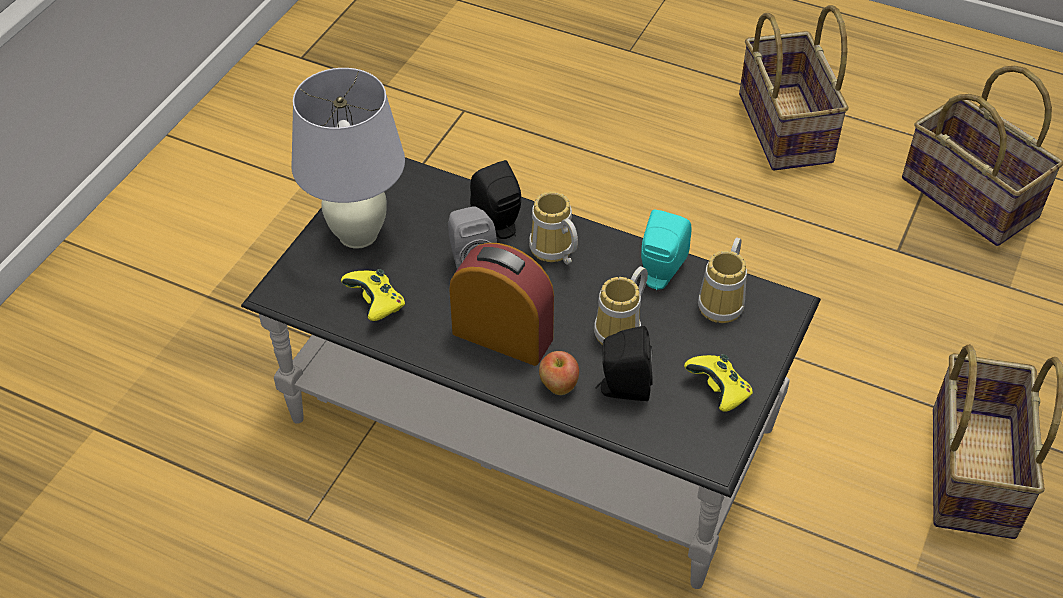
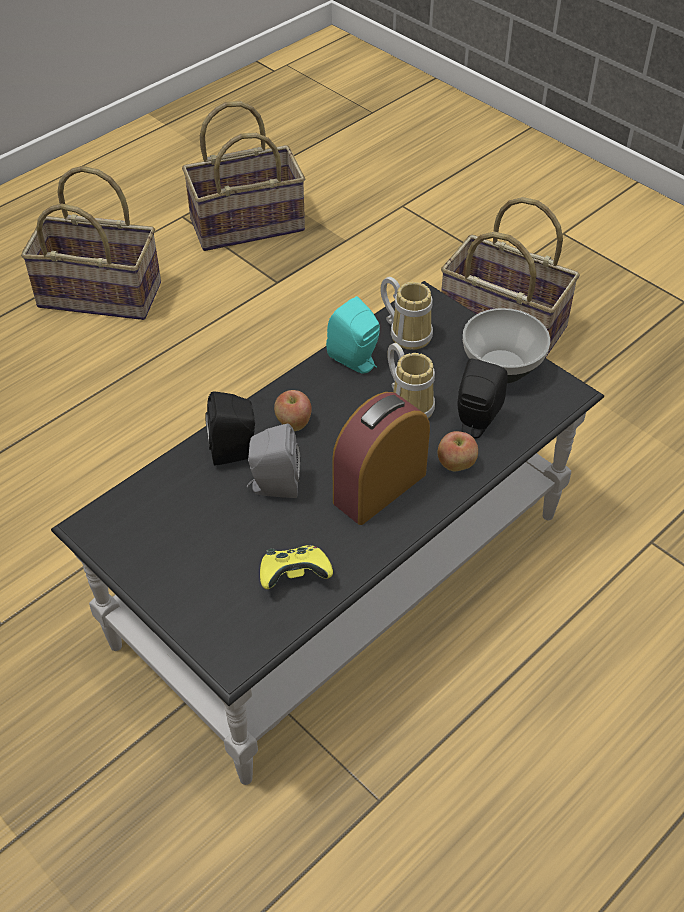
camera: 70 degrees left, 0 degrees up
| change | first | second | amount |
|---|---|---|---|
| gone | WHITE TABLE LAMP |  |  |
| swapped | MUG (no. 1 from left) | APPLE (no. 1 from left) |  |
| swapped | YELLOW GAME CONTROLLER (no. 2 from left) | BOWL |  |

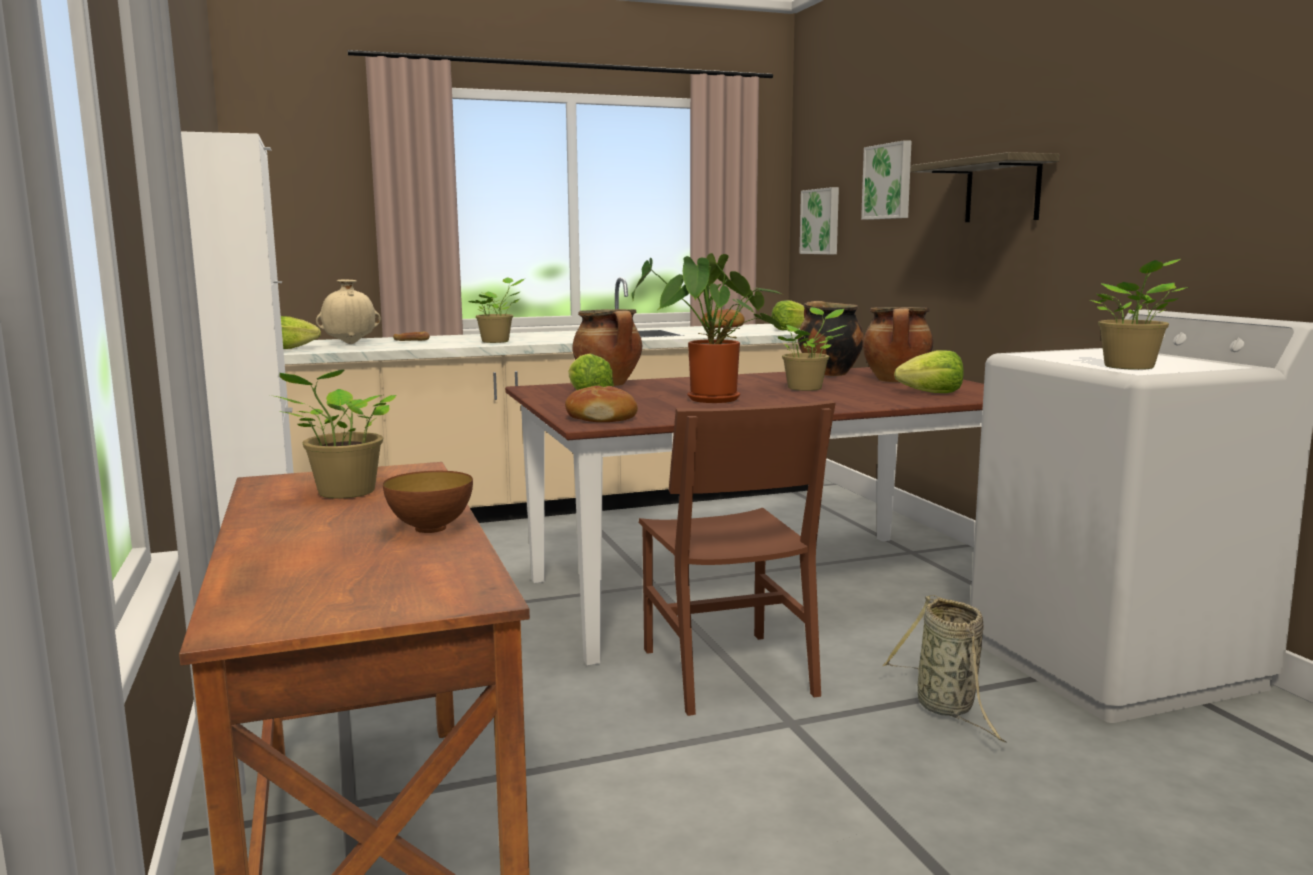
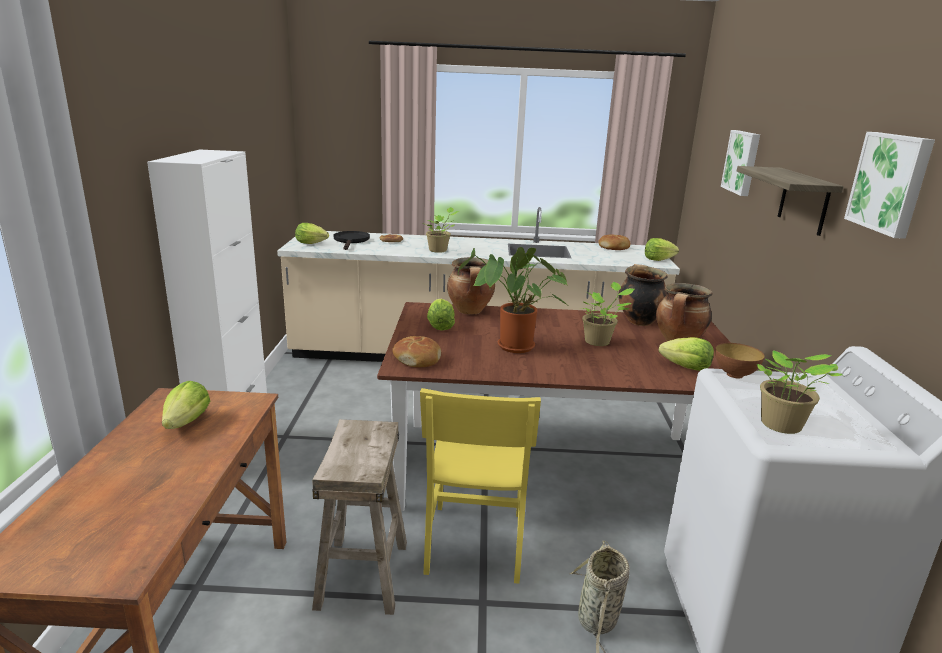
camera: 20 degrees right, 10 degrees up
| change | first | second | amount |
|---|---|---|---|
| swapped | POTTED PLANT (no. 1 from left) | LETTUCE (no. 1 from left) |  |
| swapped | BEIGE VASE | BLACK FRYING PAN |  |
| shifted | BOWL |  |  |
| repainted | BROWN CHAIR | YELLOW CHAIR |  |
| shifted | PICTURE (no. 1 from left in the first image) | PICTURE (no. 2 from left) |  |
| new |  | BEIGE STOOL |  |

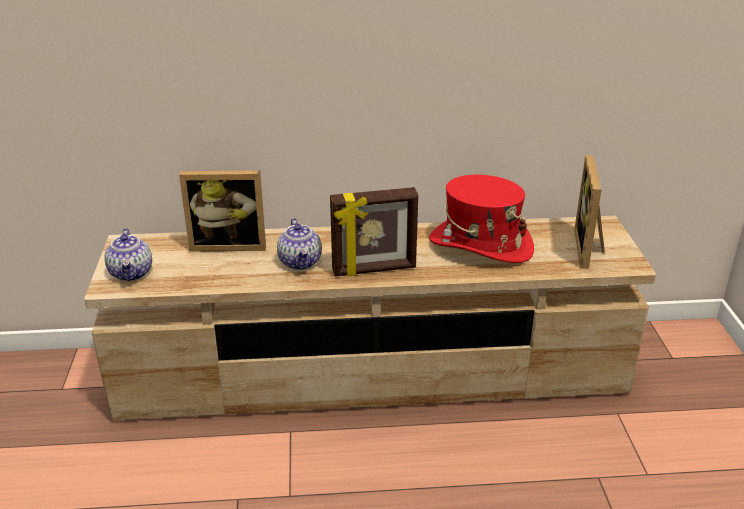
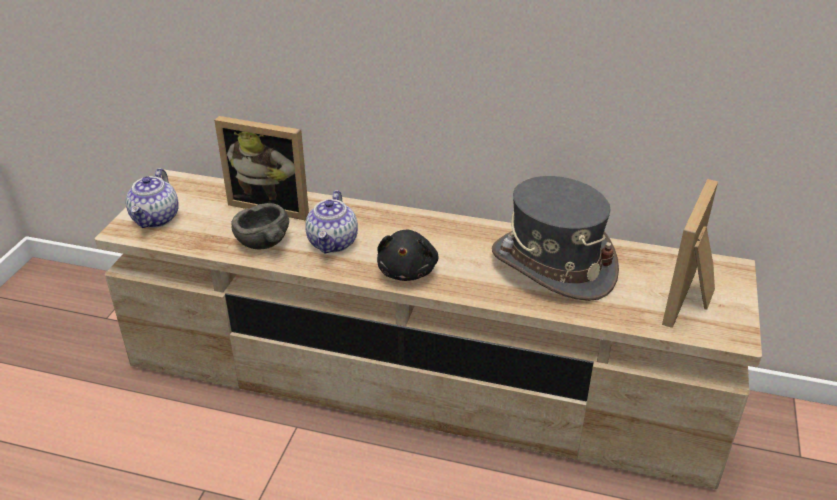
camera: 20 degrees right, 5 degrees up
| change | first | second | amount |
|---|---|---|---|
| swapped | PICTURE FRAME (no. 2 from left) | BLACK PLUSH TOY |  |
| repainted | RED HAT | GREY HAT |  |
| new |  | GREY BOWL |  |

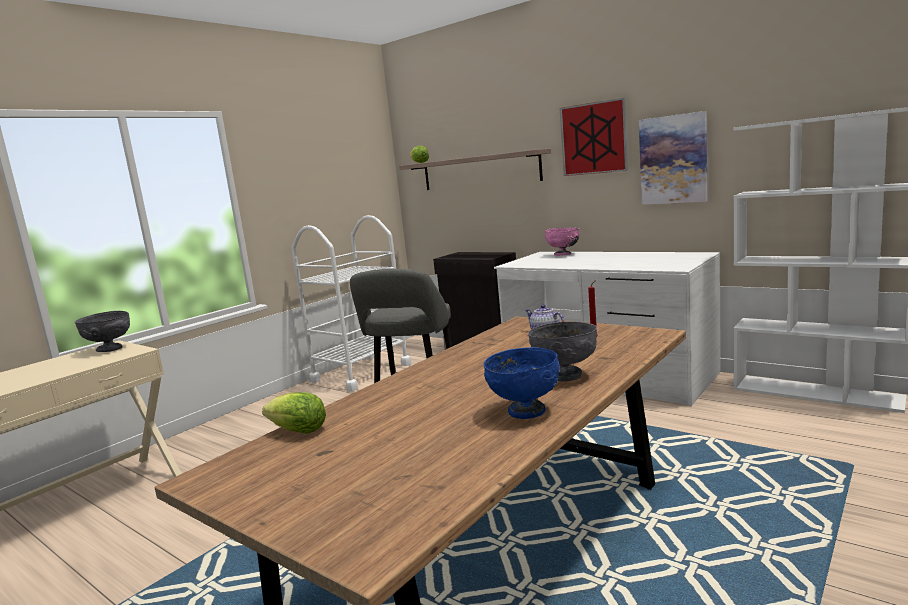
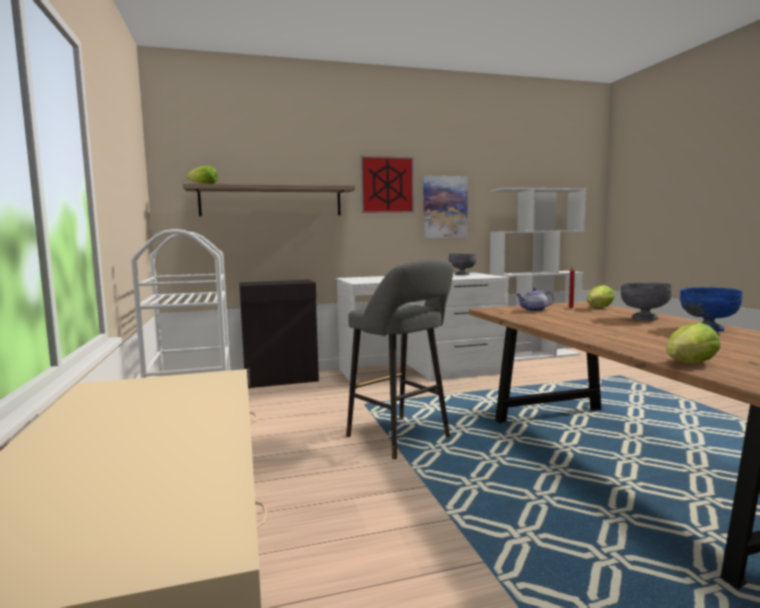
camera: 55 degrees left, 5 degrees down
| change | first | second | amount |
|---|---|---|---|
| shifted | GREY BOWL (no. 1 from left) |  |  |
| gone | PINK BOWL |  |  |
| new |  | LETTUCE (no. 2 from left) |  |

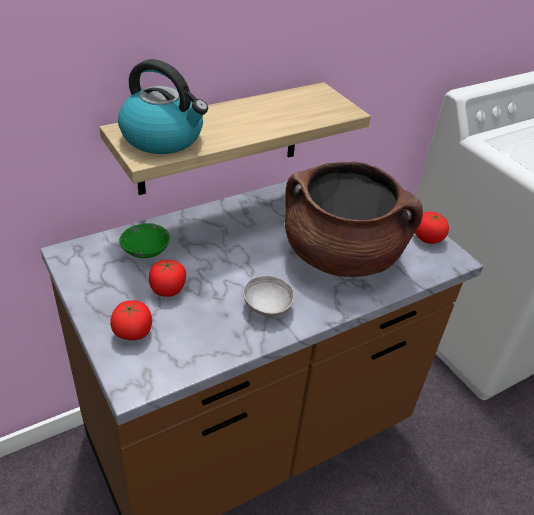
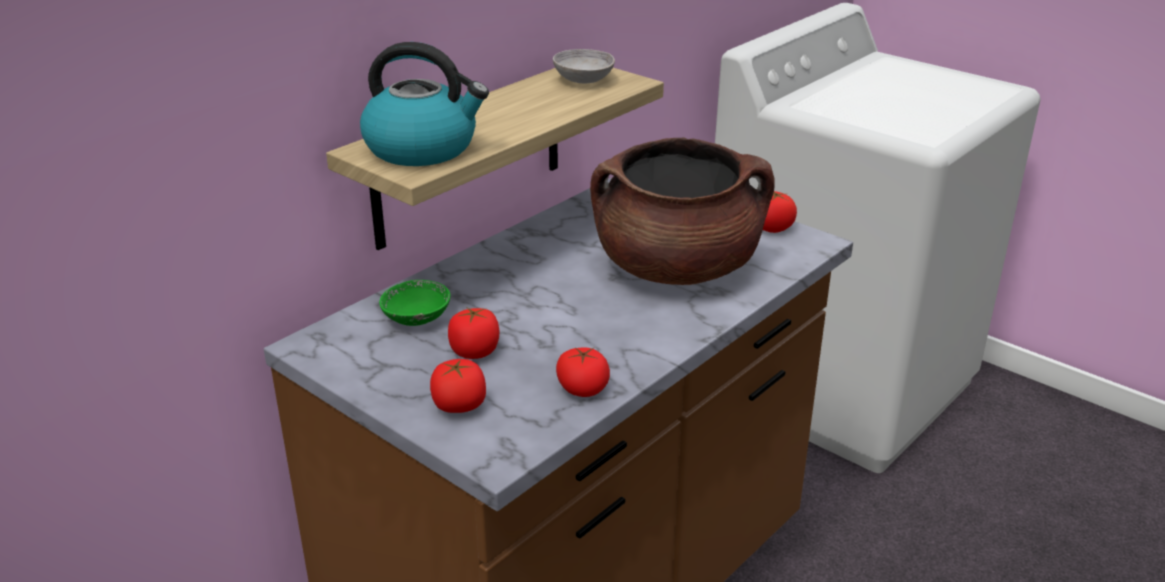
camera: 15 degrees left, 10 degrees down
| change | first | second | amount |
|---|---|---|---|
| shifted | GREY BOWL |  |  |
| new |  | TOMATO (no. 3 from left) |  |

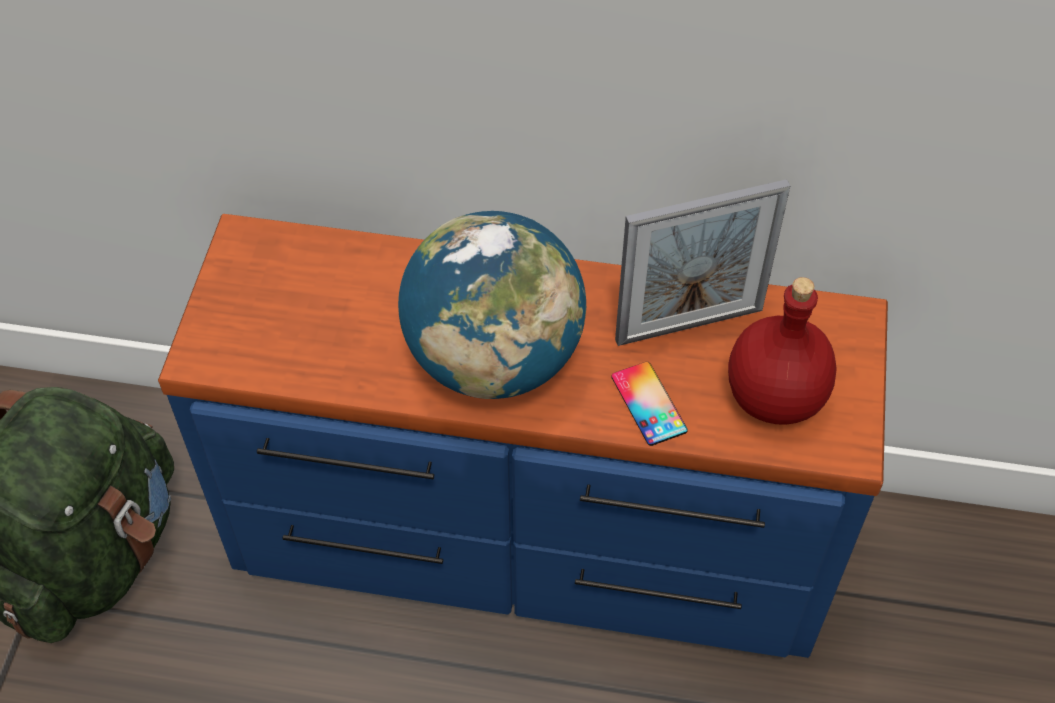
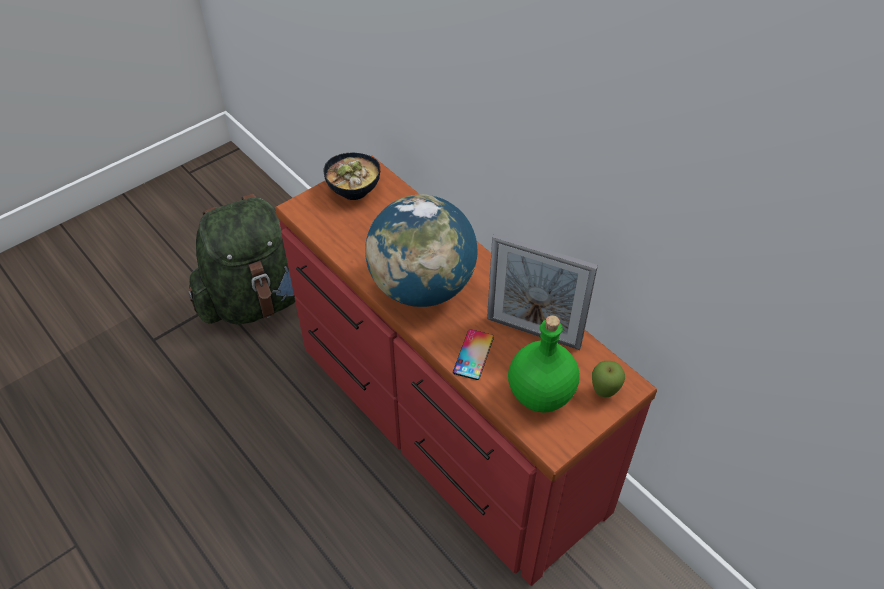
camera: 40 degrees right, 5 degrees down
| change | first | second | amount |
|---|---|---|---|
| repainted | BLUE DRESSER | RED DRESSER |  |
| repainted | RED BOTTLE | GREEN BOTTLE |  |
| new |  | BOWL |  |
| new |  | APPLE |  |

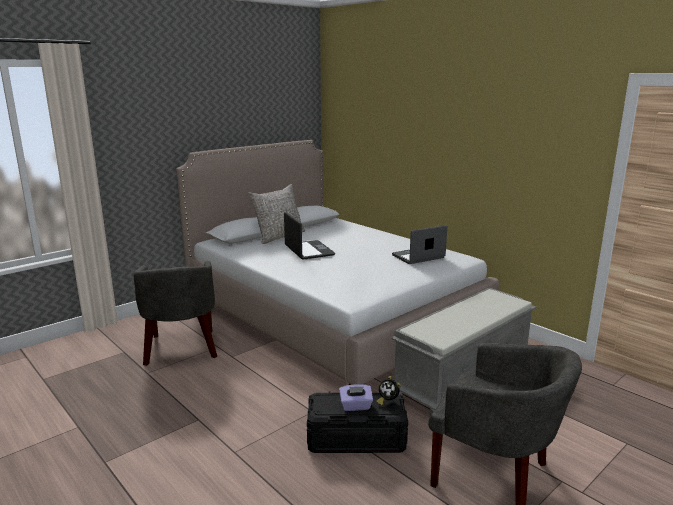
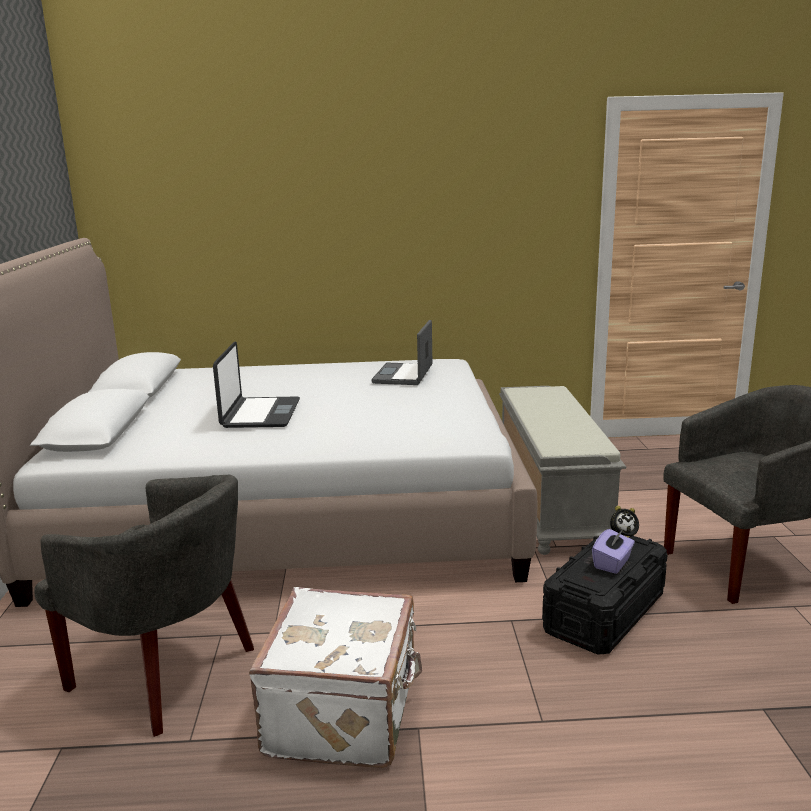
camera: 50 degrees left, 0 degrees up
| change | first | second | amount |
|---|---|---|---|
| gone | GREY PILLOW |  |  |
| rotated | LAPTOP (no. 1 from left) |  | 75 degrees clockwise |
| new |  | WHITE SUITCASE |  |

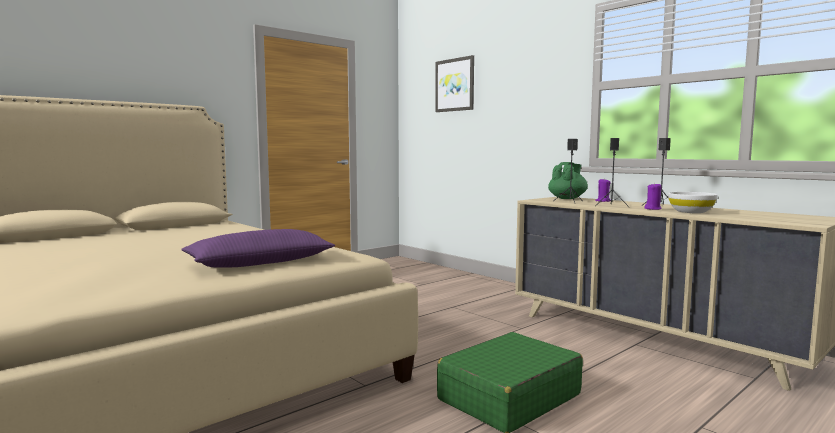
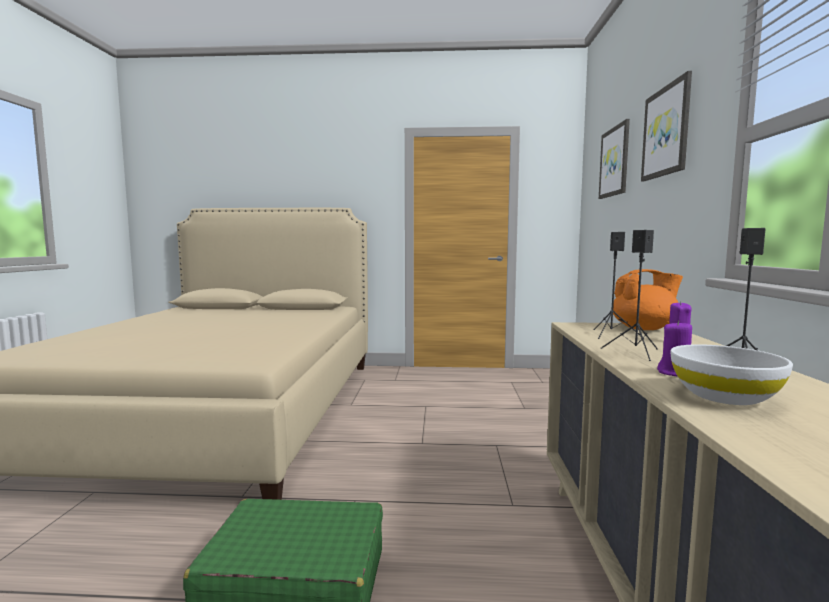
camera: 45 degrees right, 0 degrees up
| change | first | second | amount |
|---|---|---|---|
| gone | PURPLE PILLOW |  |  |
| repainted | GREEN TEAPOT | ORANGE TEAPOT |  |
| new |  | PICTURE (no. 2 from left) |  |

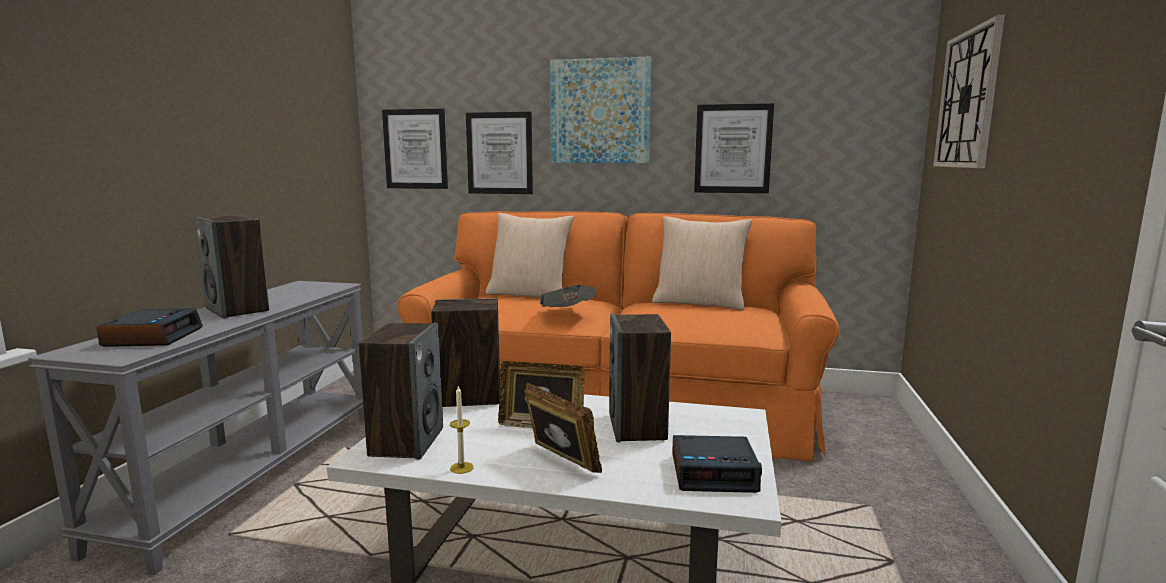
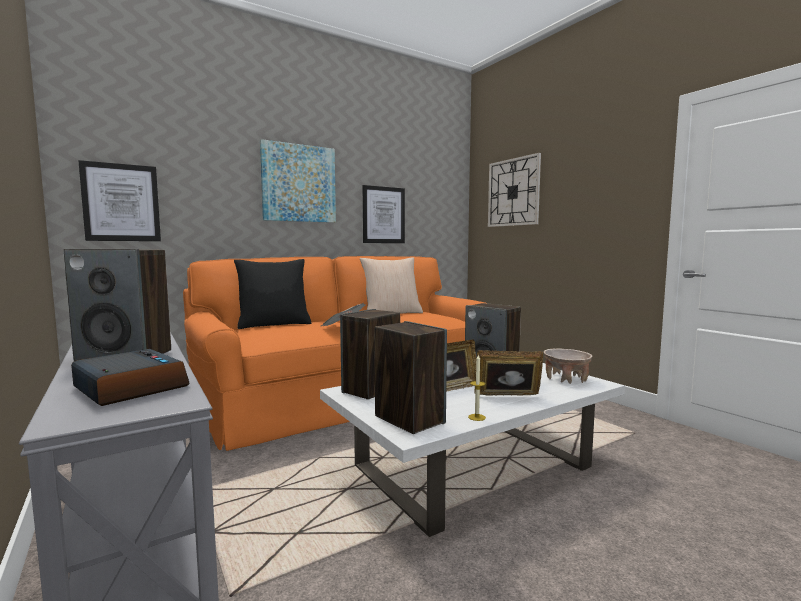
camera: 45 degrees left, 5 degrees down
| change | first | second | amount |
|---|---|---|---|
| gone | PICTURE (no. 2 from left) |  |  |
| repainted | BEIGE PILLOW (no. 1 from left) | BLACK PILLOW |  |
| swapped | ALARM CLOCK (no. 2 from left) | BEIGE BOWL |  |

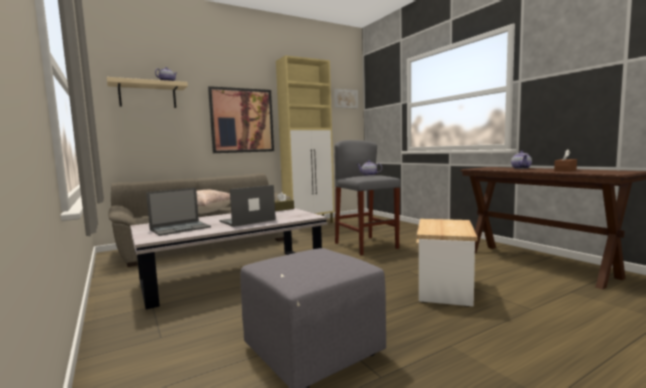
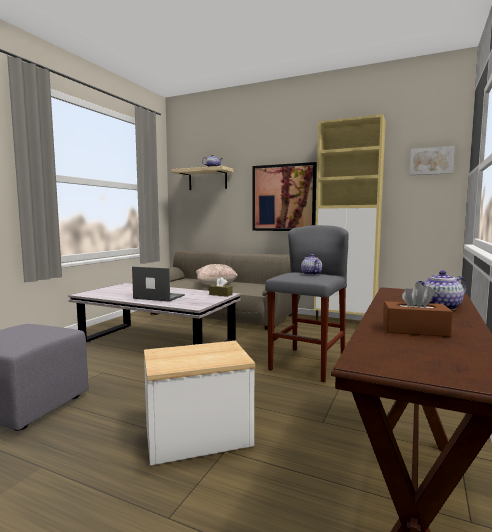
camera: 55 degrees right, 0 degrees up
| change | first | second | amount |
|---|---|---|---|
| gone | LAPTOP (no. 1 from left) |  |  |

